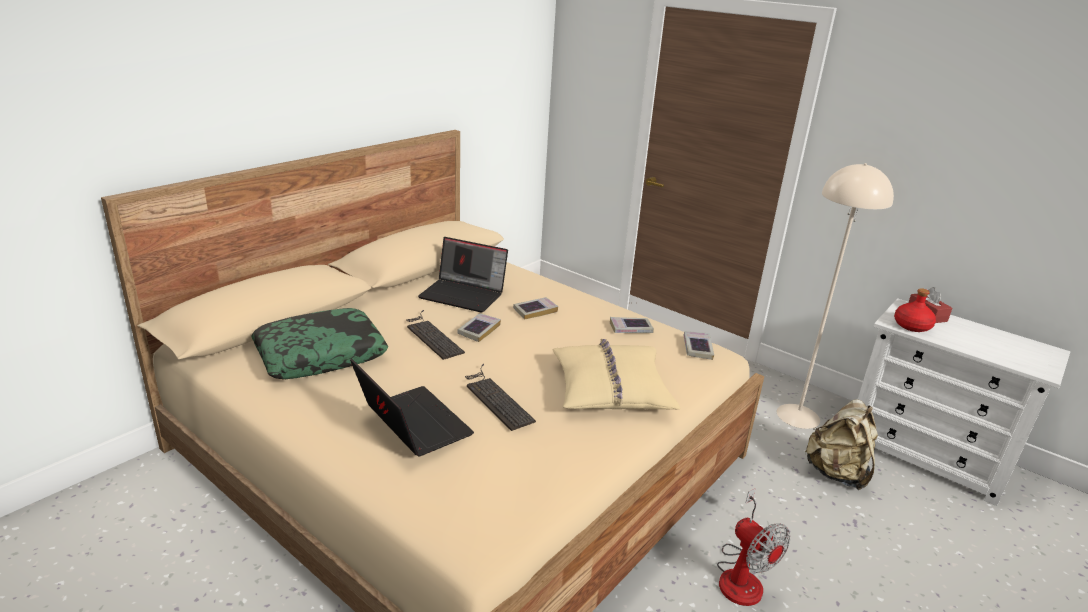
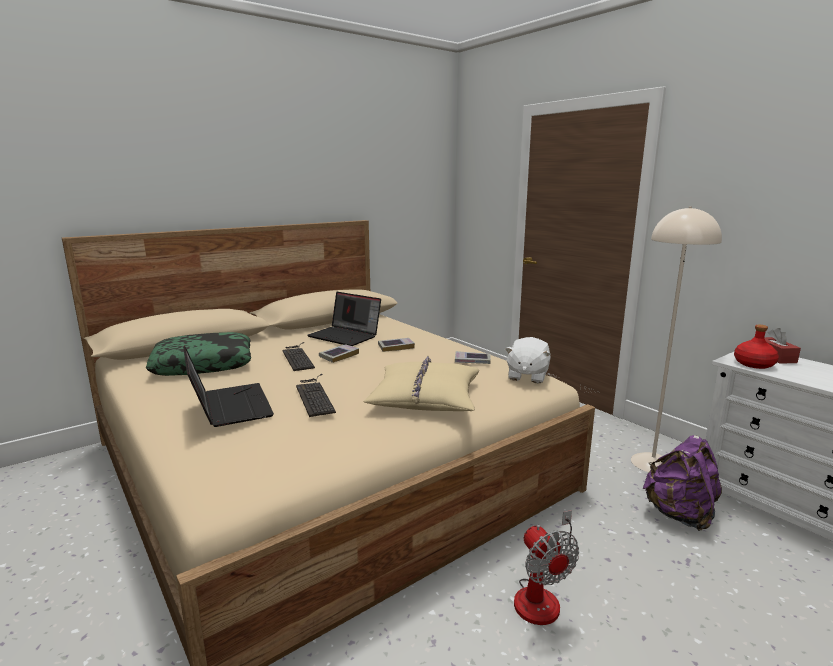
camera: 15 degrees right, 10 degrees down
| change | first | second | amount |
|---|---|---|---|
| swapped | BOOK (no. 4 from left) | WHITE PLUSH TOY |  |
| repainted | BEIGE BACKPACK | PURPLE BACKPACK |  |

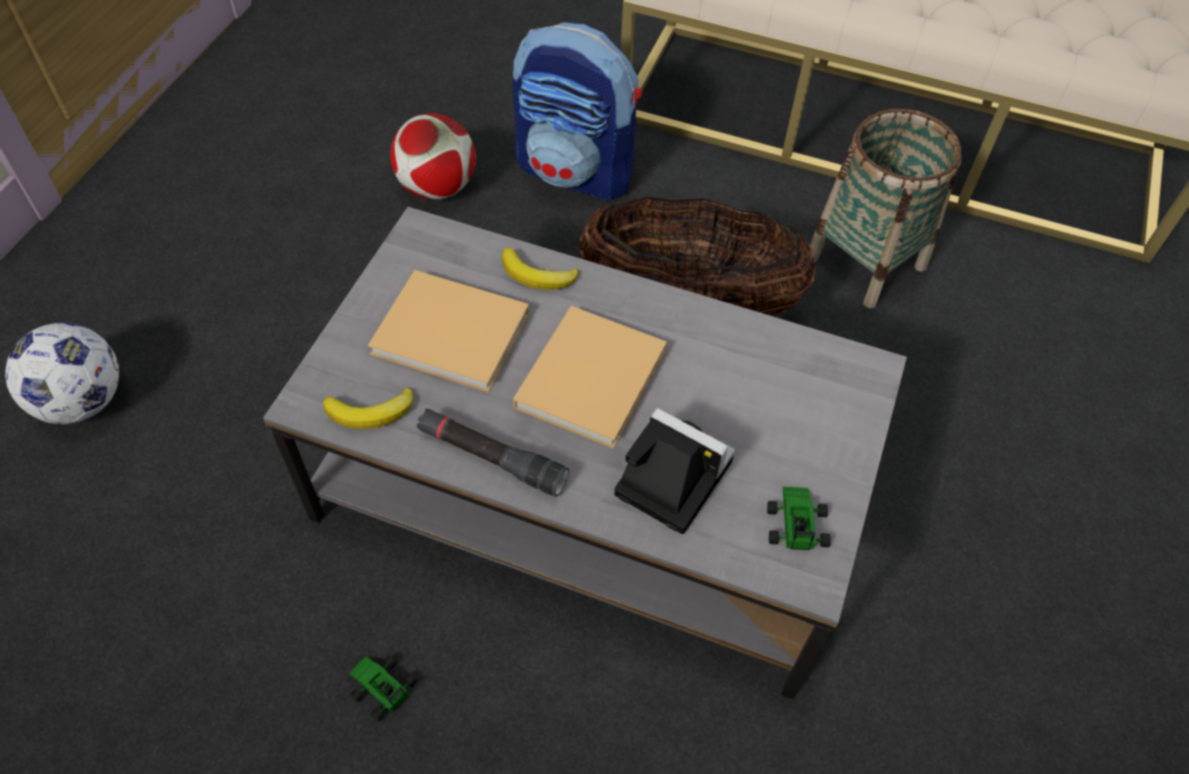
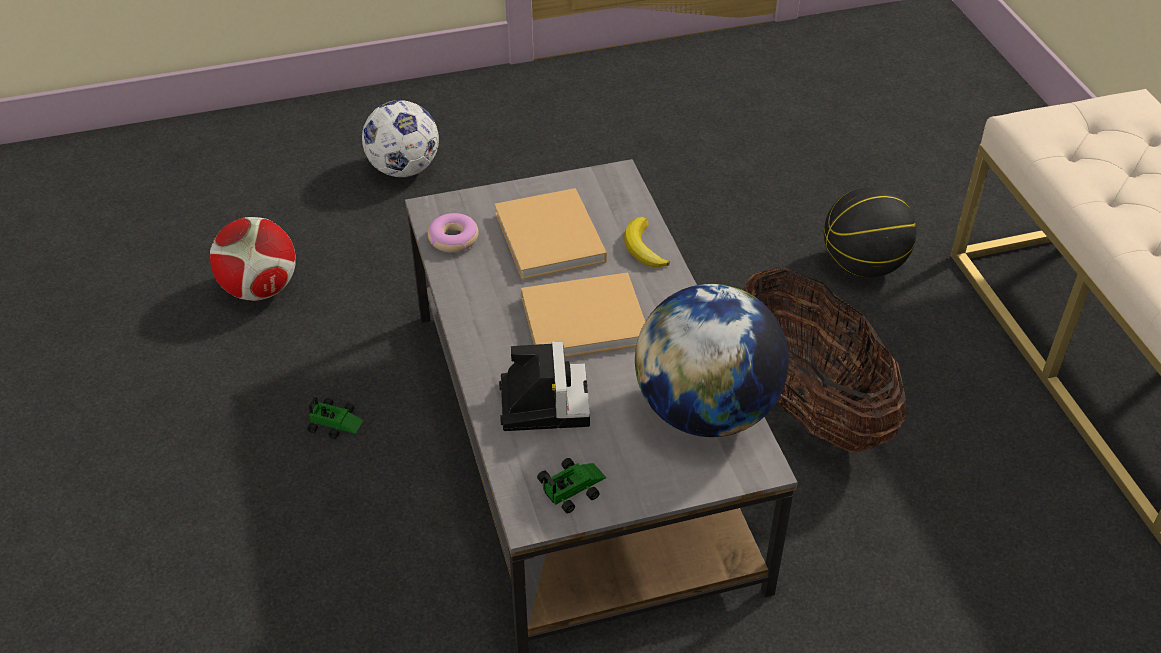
camera: 55 degrees right, 10 degrees down
| change | first | second | amount |
|---|---|---|---|
| swapped | BANANA (no. 1 from left) | DONUT |  |
| rotated | TOY CAR (no. 1 from left) |  | 105 degrees clockwise |
| shifted | FOOTBALL (no. 2 from left in the first image) | FOOTBALL (no. 1 from left) |  |
| gone | BLACK FLASHLIGHT |  |  |
| swapped | BACKPACK | BASKETBALL |  |
| gone | BASKET (no. 2 from left) |  |  |
| new |  | GLOBE |  |

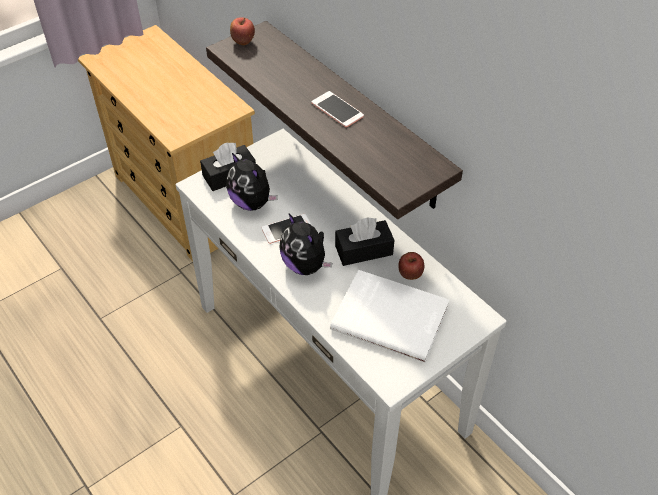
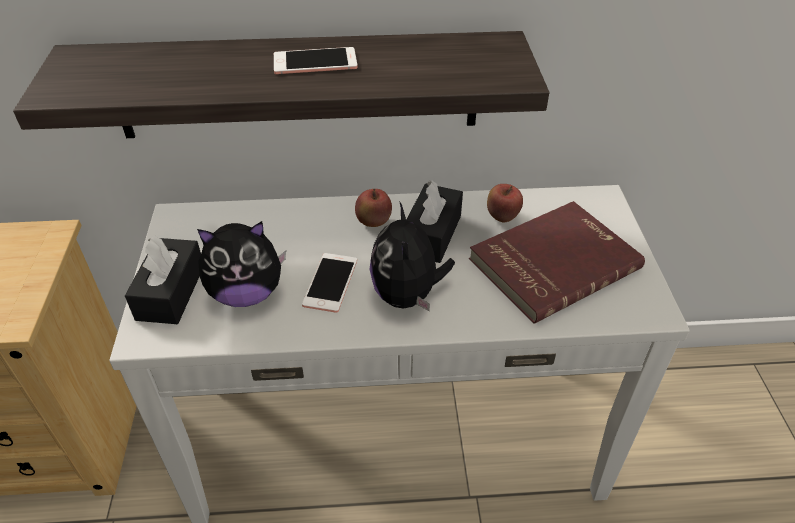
camera: 55 degrees left, 5 degrees down
| change | first | second | amount |
|---|---|---|---|
| shifted | APPLE (no. 1 from left) |  |  |
| rotated | PLUSH TOY (no. 2 from left) |  | 90 degrees clockwise |
| repainted | WHITE BOOK | RED BOOK |  |

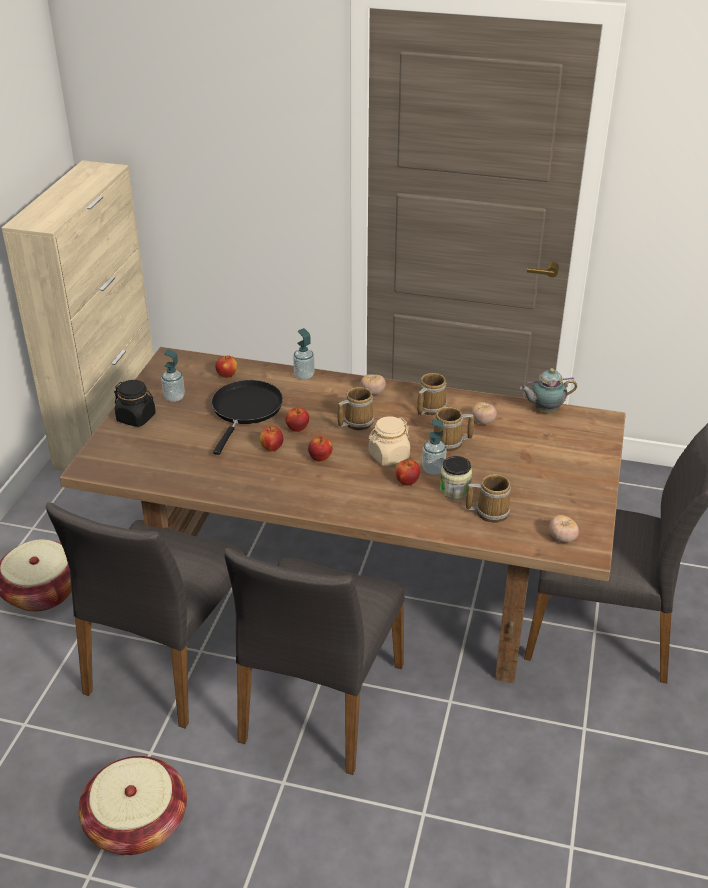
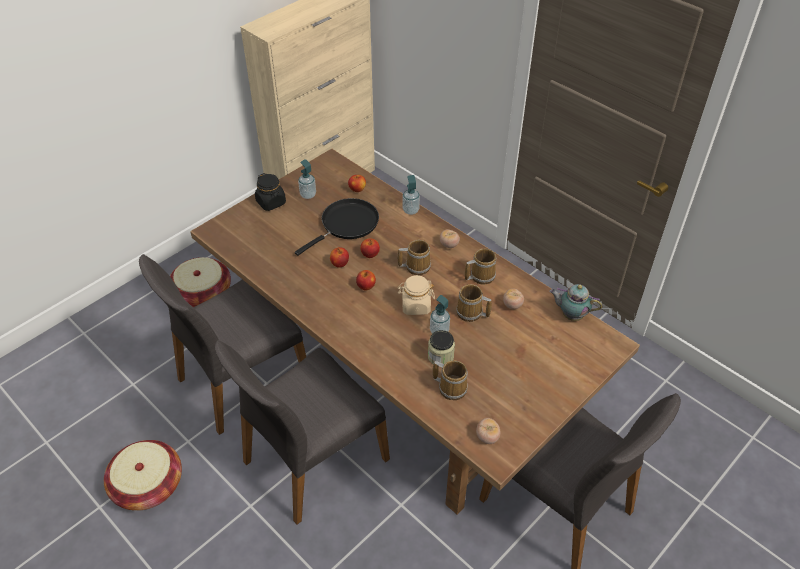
camera: 30 degrees right, 10 degrees up
| change | first | second | amount |
|---|---|---|---|
| gone | APPLE (no. 5 from left) |  |  |

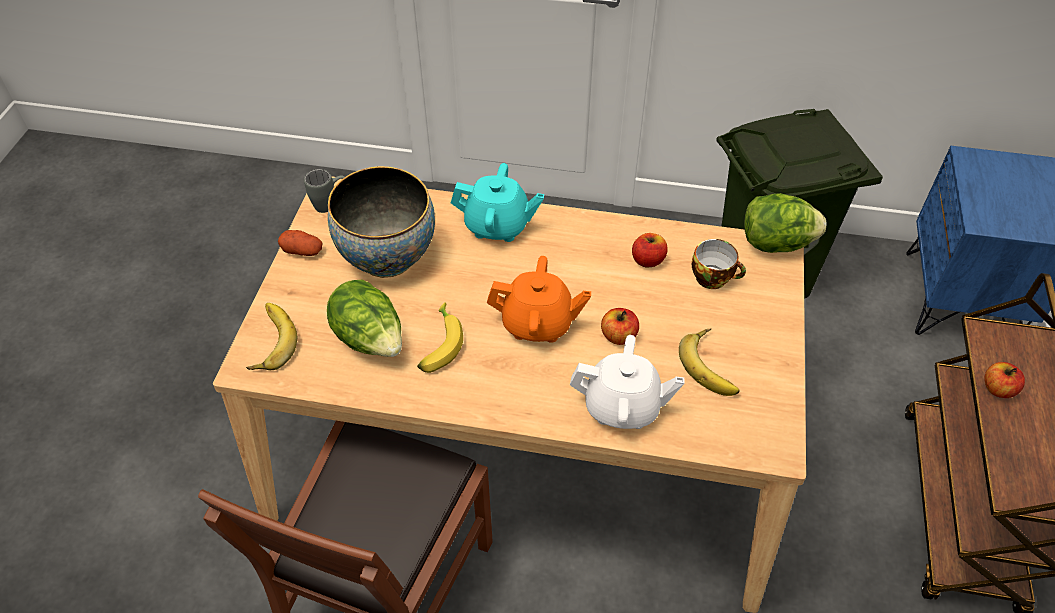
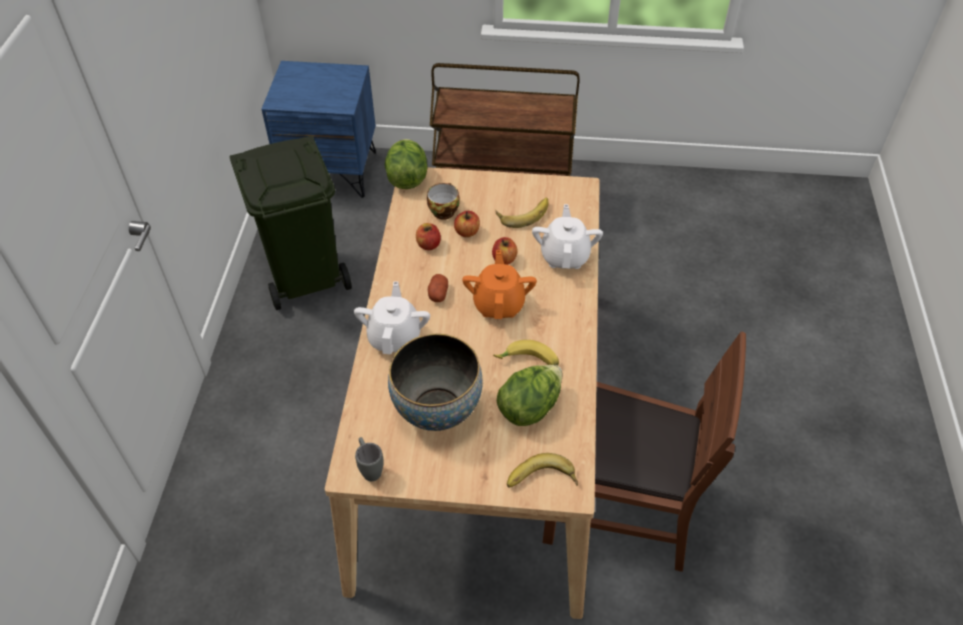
camera: 95 degrees left, 0 degrees up
| change | first | second | amount |
|---|---|---|---|
| shifted | POTATO |  |  |
| repainted | TURQUOISE TEAPOT | WHITE TEAPOT (no. 1 from left) |  |
| shifted | APPLE (no. 3 from left in the first image) | APPLE (no. 2 from left) |  |

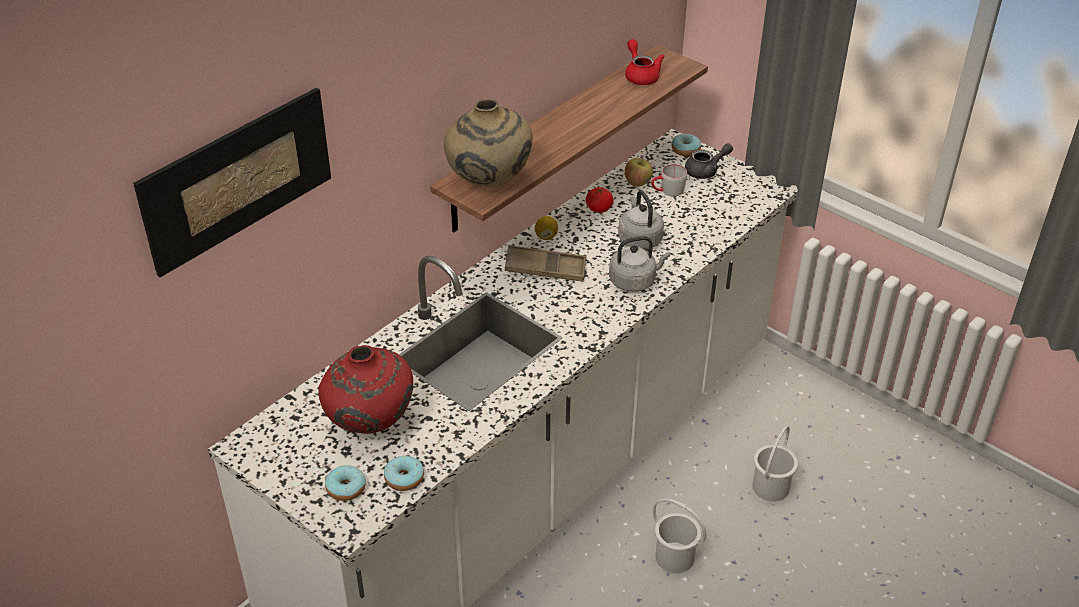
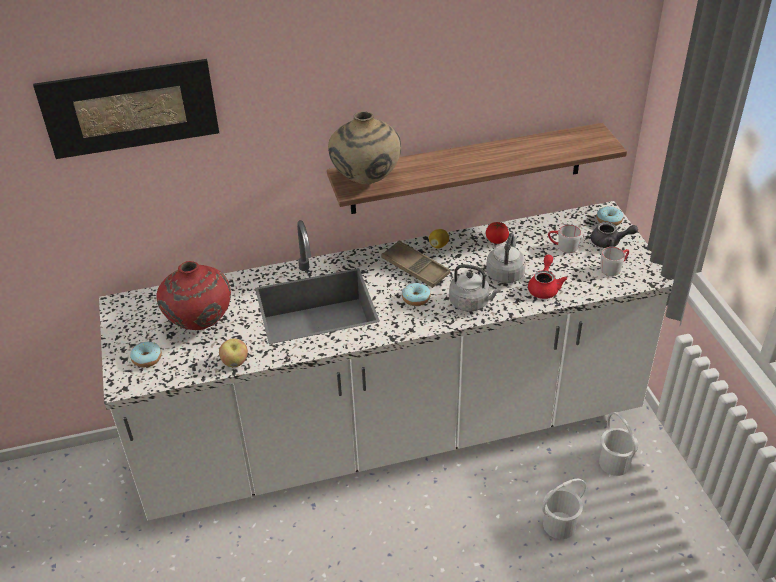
camera: 35 degrees right, 0 degrees up
| change | first | second | amount |
|---|---|---|---|
| shifted | DONUT (no. 2 from left) |  |  |
| shifted | RED TEAPOT |  |  |
| shifted | APPLE |  |  |
| shifted | WHITE BUCKET (no. 1 from left in the first image) | WHITE BUCKET (no. 2 from left) |  |
| new |  | GREY MUG (no. 2 from left) |  |

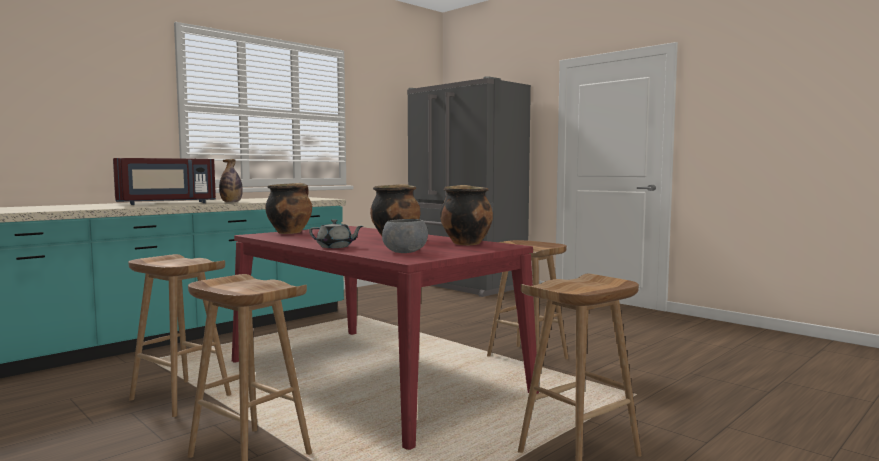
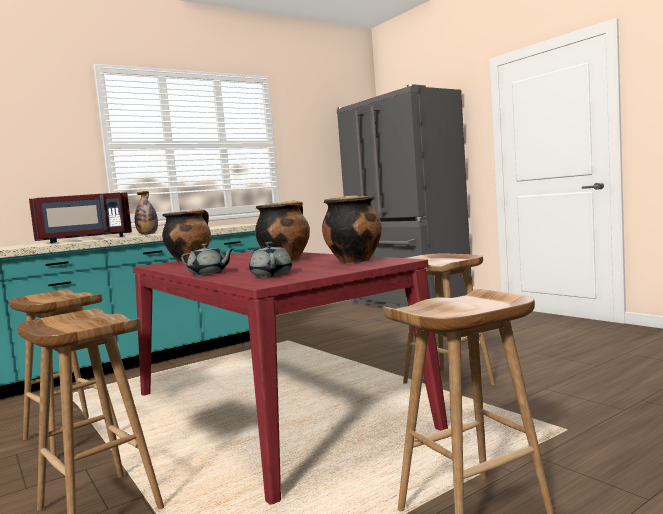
camera: 10 degrees right, 0 degrees up
| change | first | second | amount |
|---|---|---|---|
| swapped | GREY BOWL | GREY TEAPOT (no. 2 from left) |  |

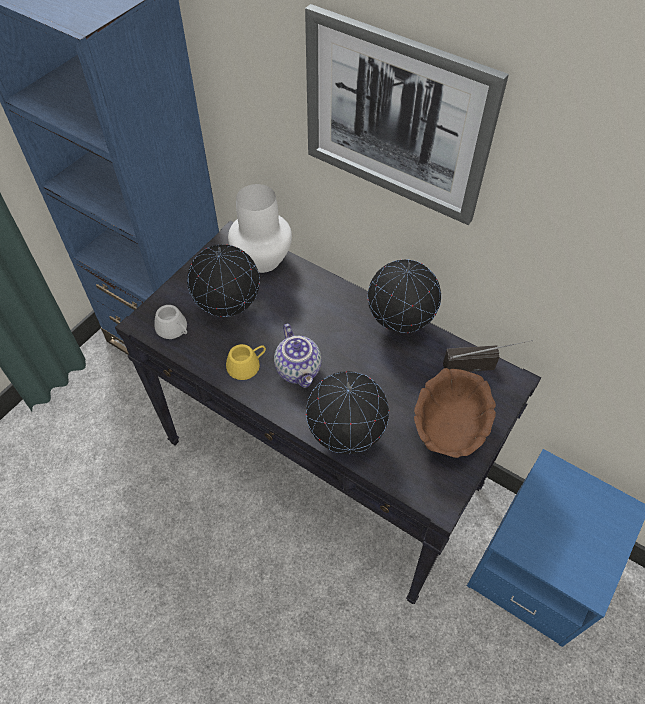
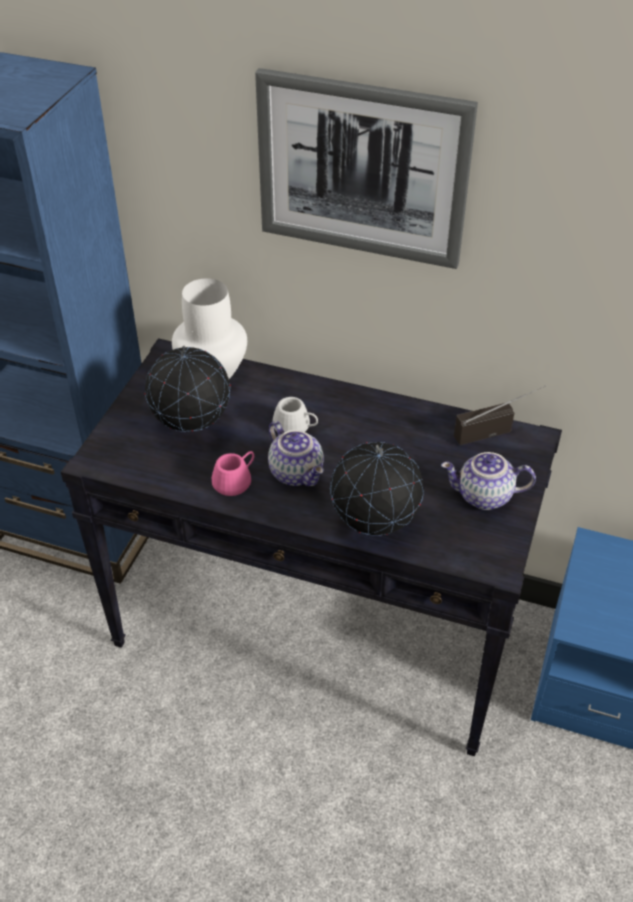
camera: 15 degrees left, 10 degrees down
| change | first | second | amount |
|---|---|---|---|
| shifted | WHITE MUG |  |  |
| repainted | YELLOW MUG | PINK MUG |  |
| gone | GLOBE (no. 3 from left) |  |  |
| swapped | BROWN BOWL | TEAPOT (no. 2 from left) |  |

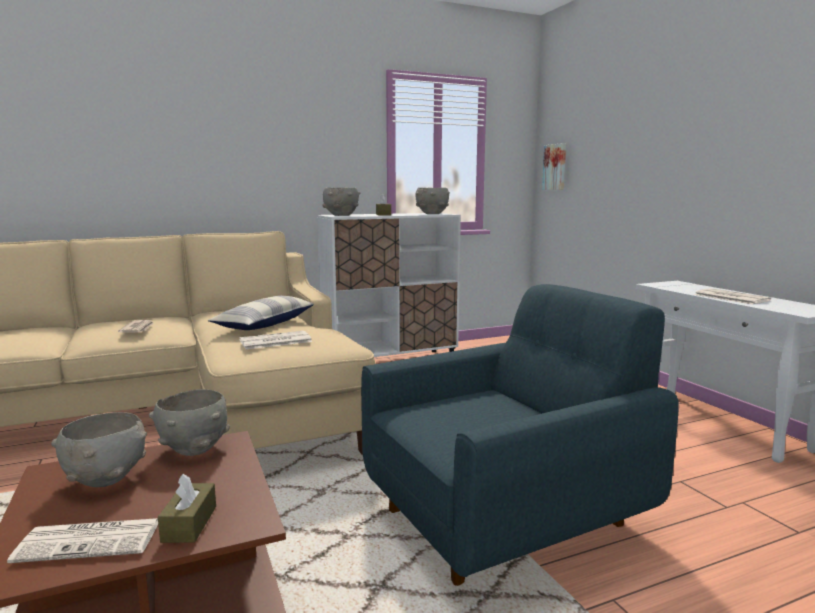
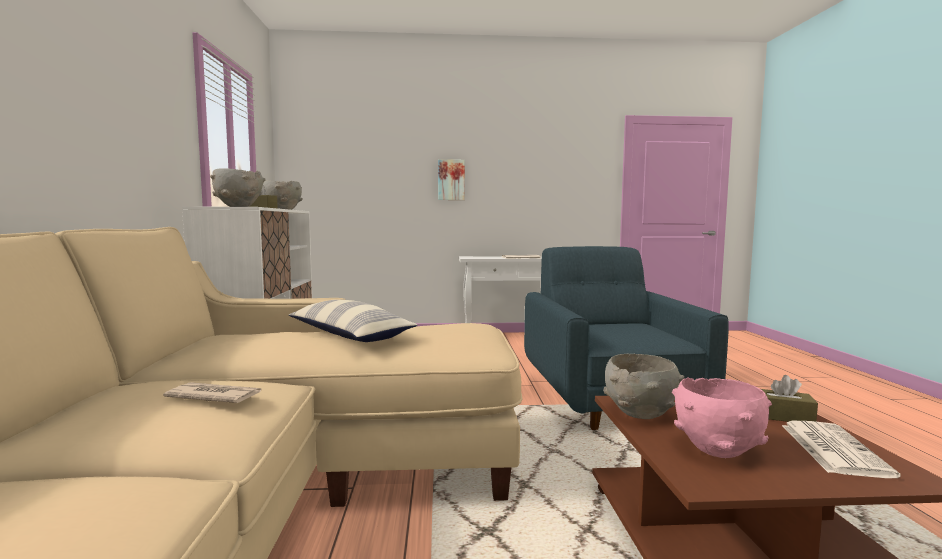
camera: 70 degrees left, 5 degrees down
| change | first | second | amount |
|---|---|---|---|
| repainted | GREY BOWL (no. 1 from left) | PINK BOWL |  |
| gone | NEWSPAPER (no. 3 from left) |  |  |
| shifted | PICTURE |  |  |

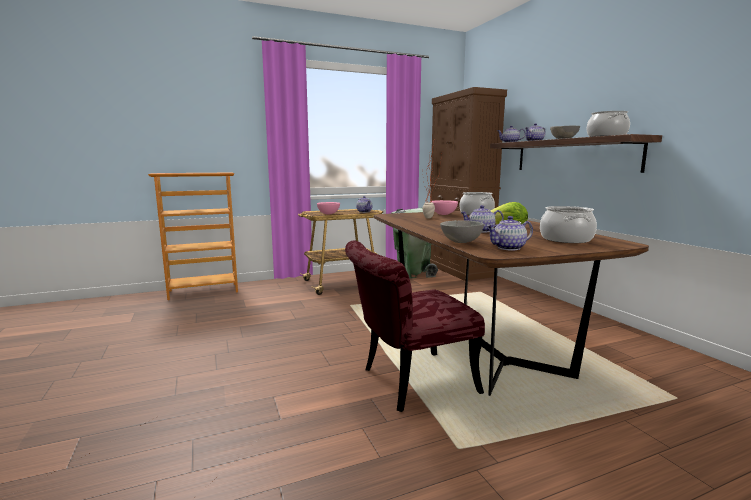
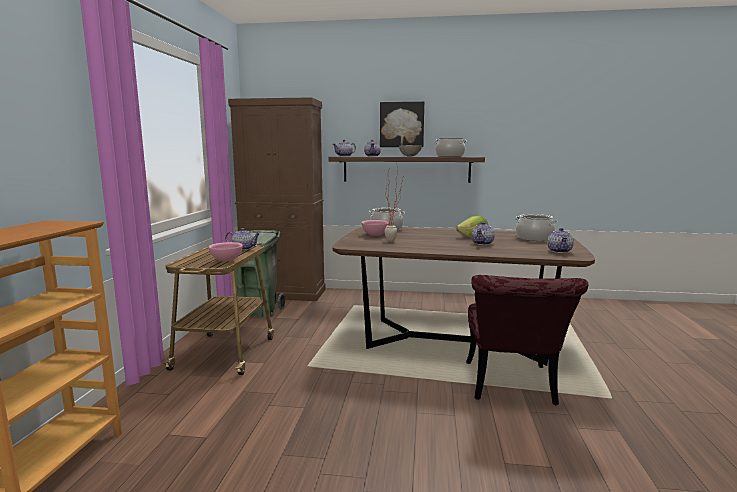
camera: 60 degrees left, 0 degrees up
| change | first | second | amount |
|---|---|---|---|
| gone | GREY BOWL (no. 1 from left) |  |  |
| new |  | PICTURE |  |

